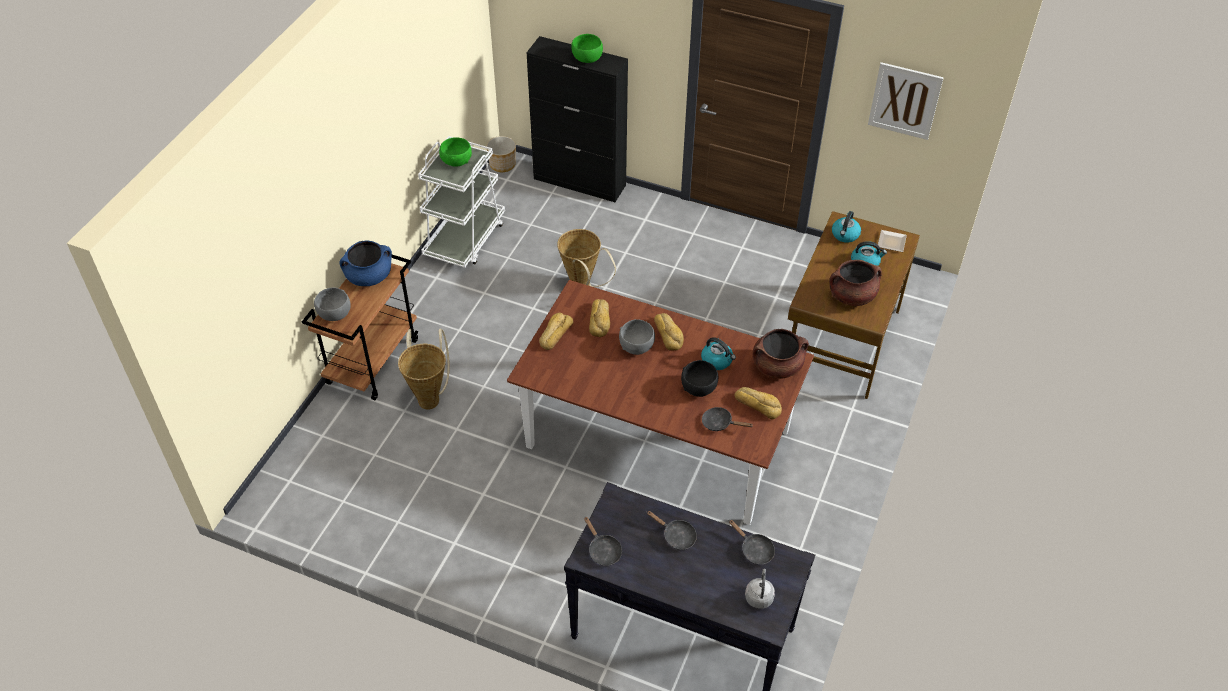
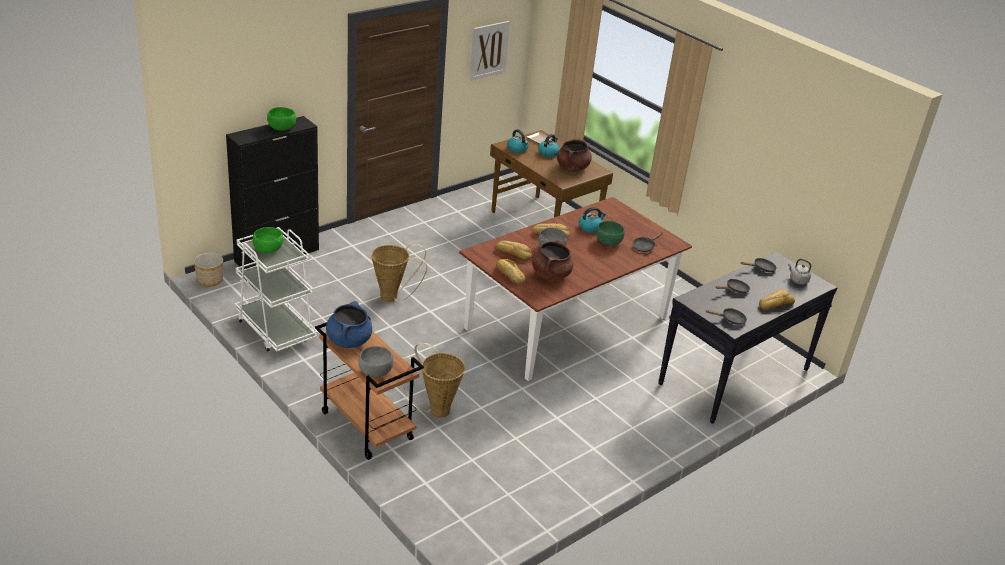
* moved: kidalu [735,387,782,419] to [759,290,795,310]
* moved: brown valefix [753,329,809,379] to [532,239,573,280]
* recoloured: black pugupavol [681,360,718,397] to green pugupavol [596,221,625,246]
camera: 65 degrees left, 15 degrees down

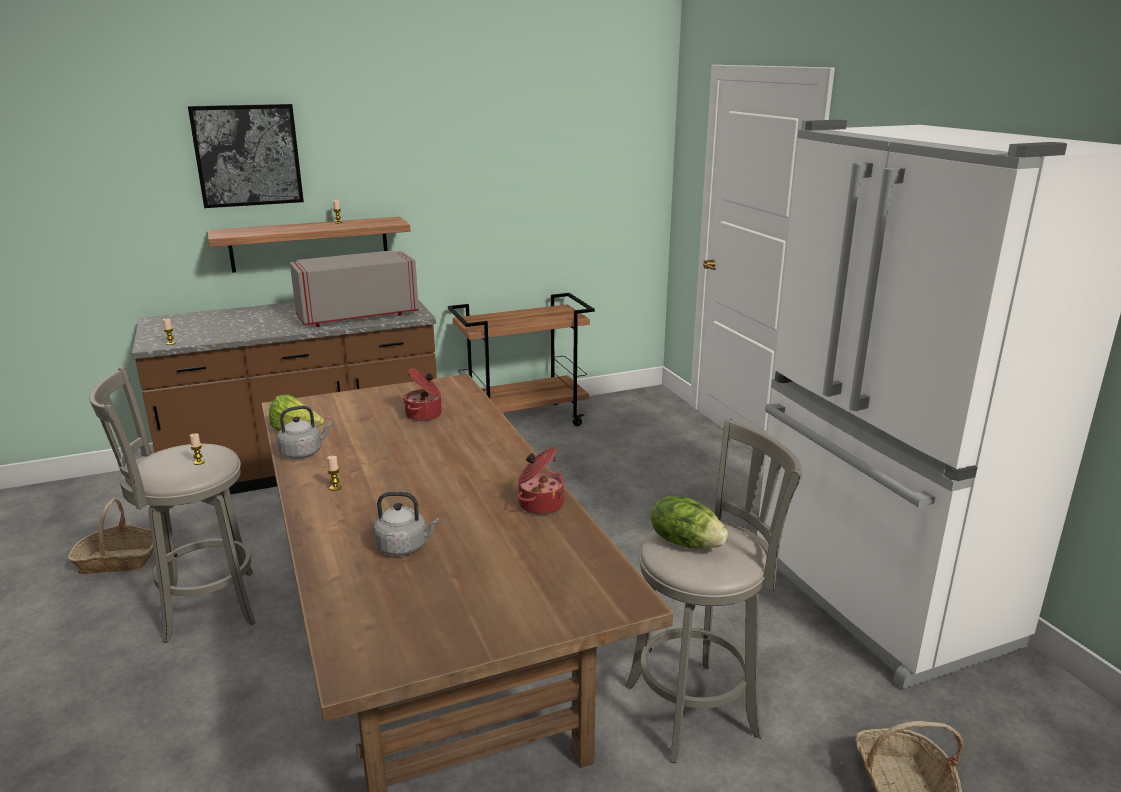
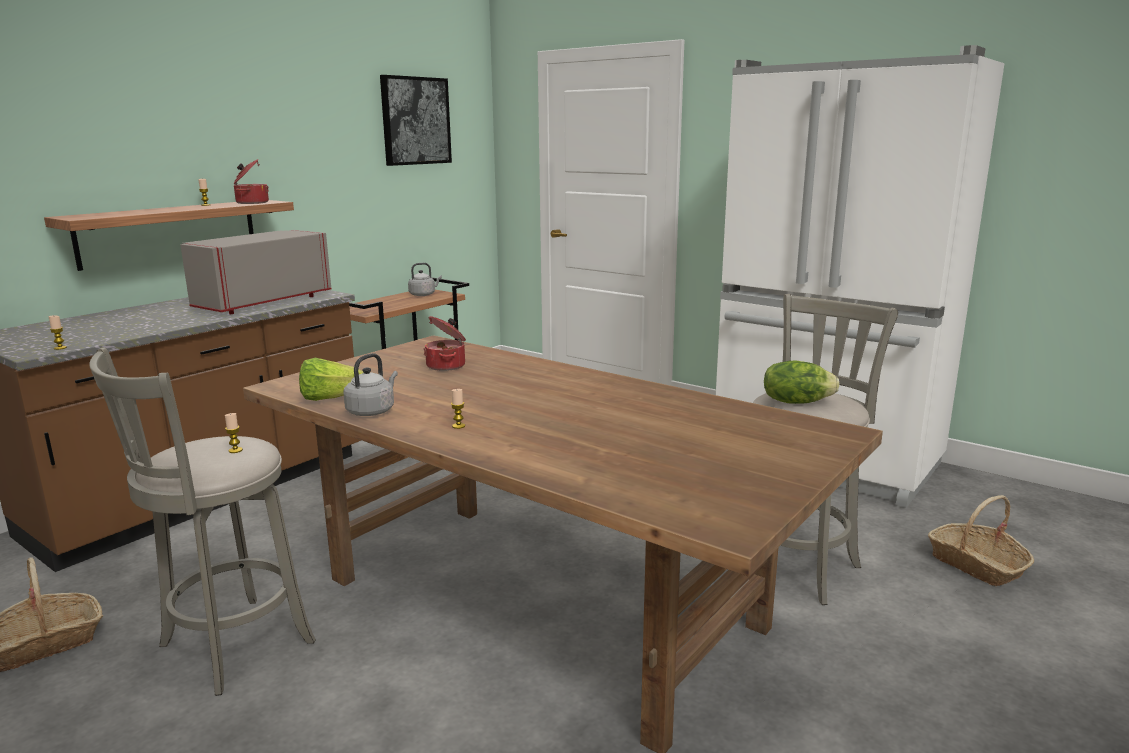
* moved: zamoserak [188,104,304,208] to [380,75,452,166]
* moved: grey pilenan [373,492,439,556] to [408,263,442,296]
* moved: valefix [517,447,564,515] to [233,159,269,204]
camera: 30 degrees left, 5 degrees down

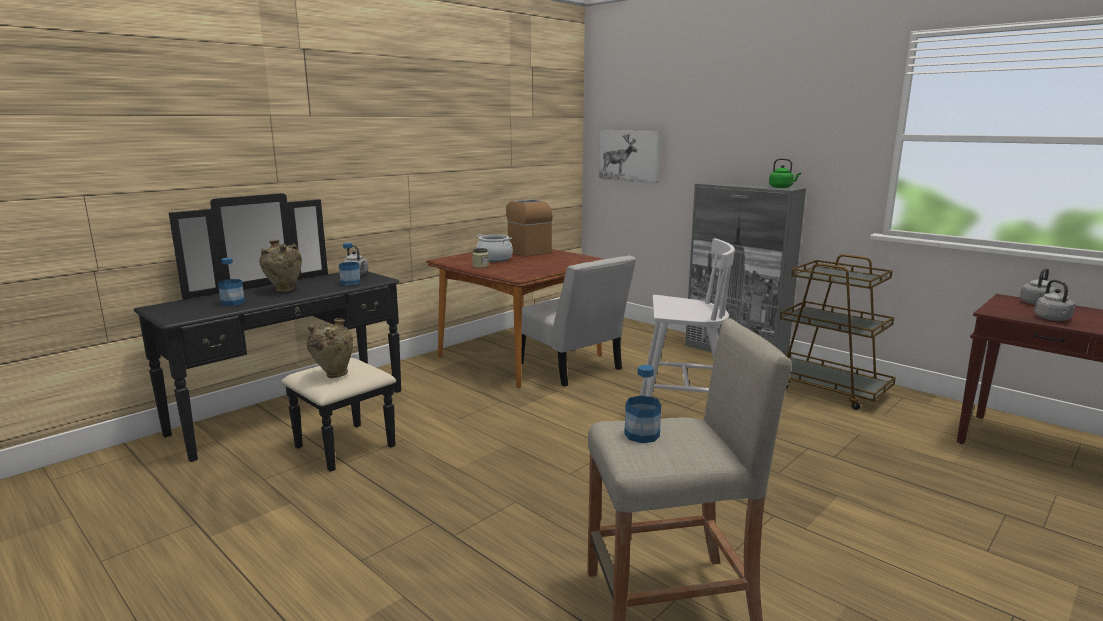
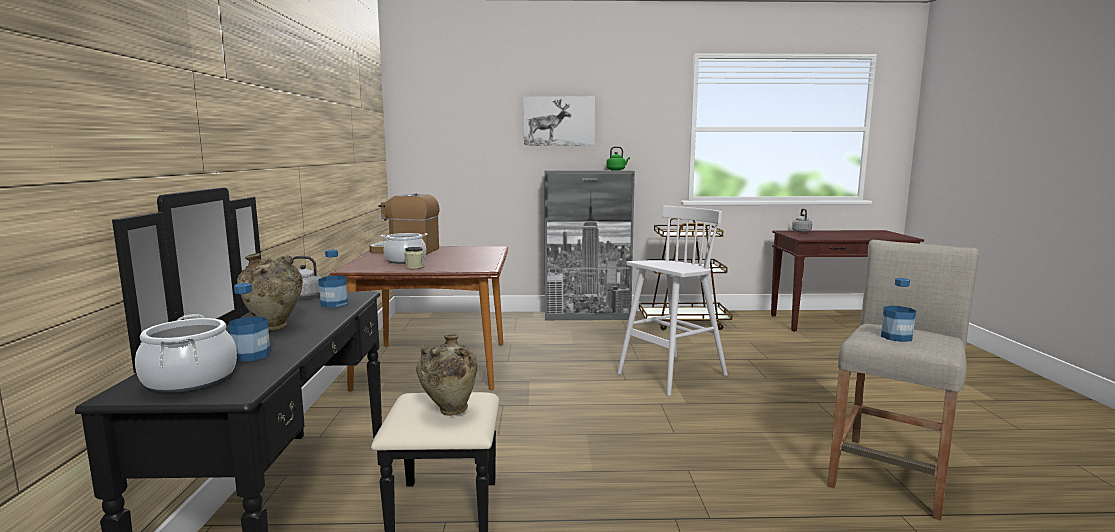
* removed: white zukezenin [521,255,636,387]
* removed: grey pilenan [1034,280,1076,321]
* added: valefix [135,314,237,393]
* moved: zamoserak [599,130,661,183] to [523,96,595,146]
camera: 45 degrees left, 5 degrees down

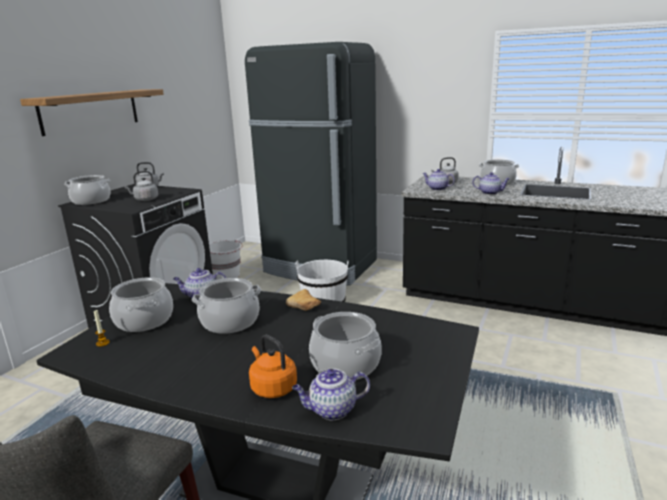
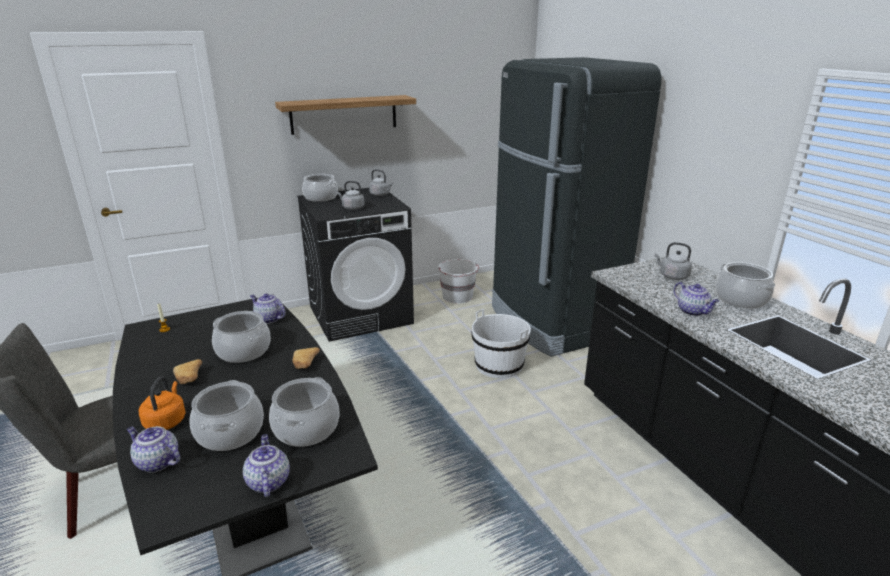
* added: kidalu [173,359,202,384]
* moved: valefix [109,277,173,332] to [269,377,340,447]
* moved: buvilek [423,169,455,191] to [243,434,290,497]
camera: 40 degrees right, 5 degrees up

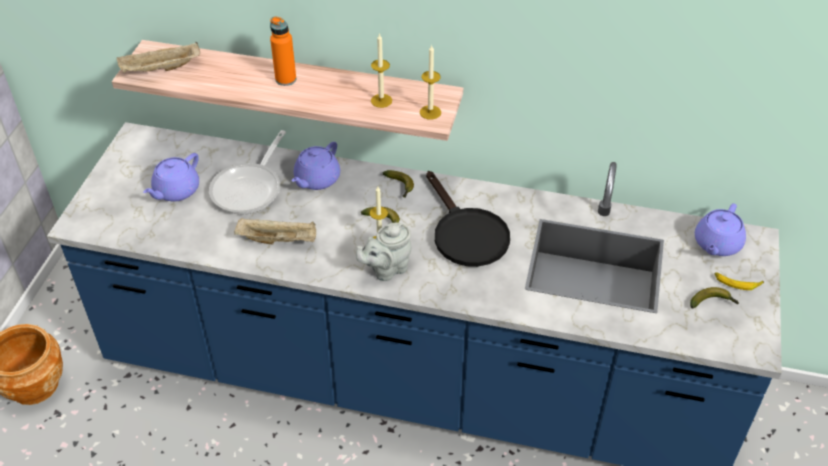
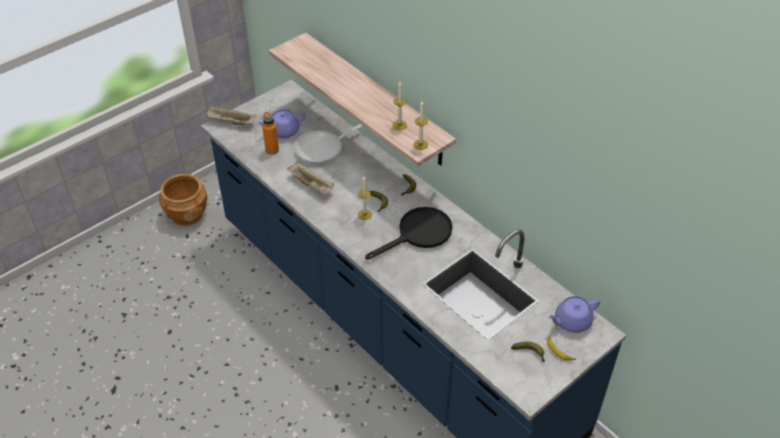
* removed: purple buvilek [292,142,340,190]
* removed: grey buvilek [356,223,411,281]
* moved: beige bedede [117,42,200,73] to [206,106,256,125]
* moved: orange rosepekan [270,16,296,86] to [262,112,279,154]
* turned: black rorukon [426,171,510,267] = [365,207,453,260] 135 degrees counterclockwise
camera: 35 degrees right, 0 degrees up

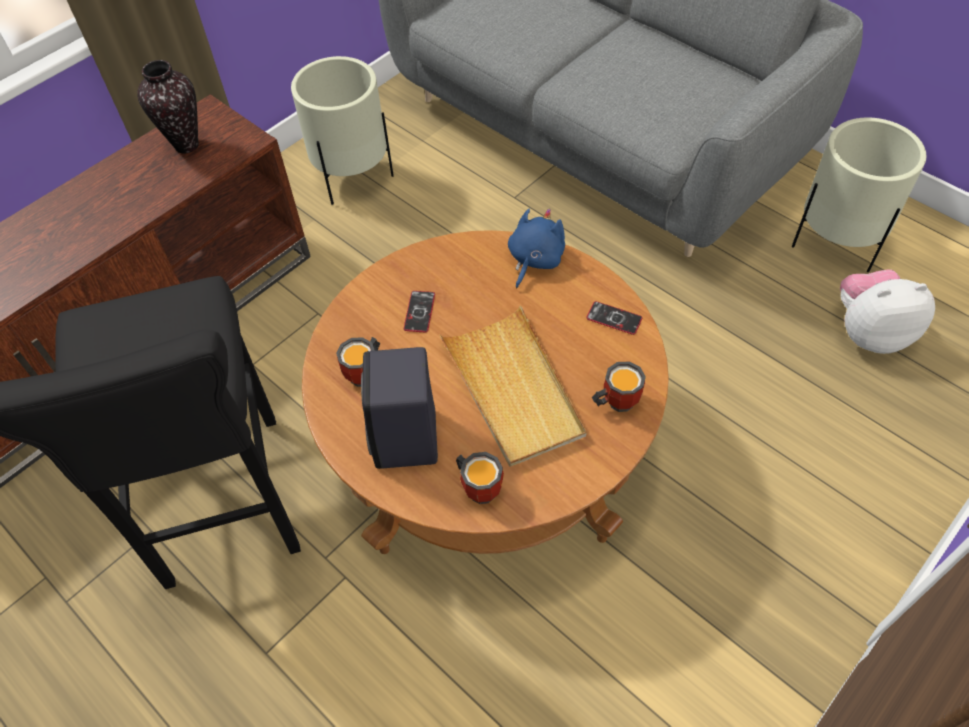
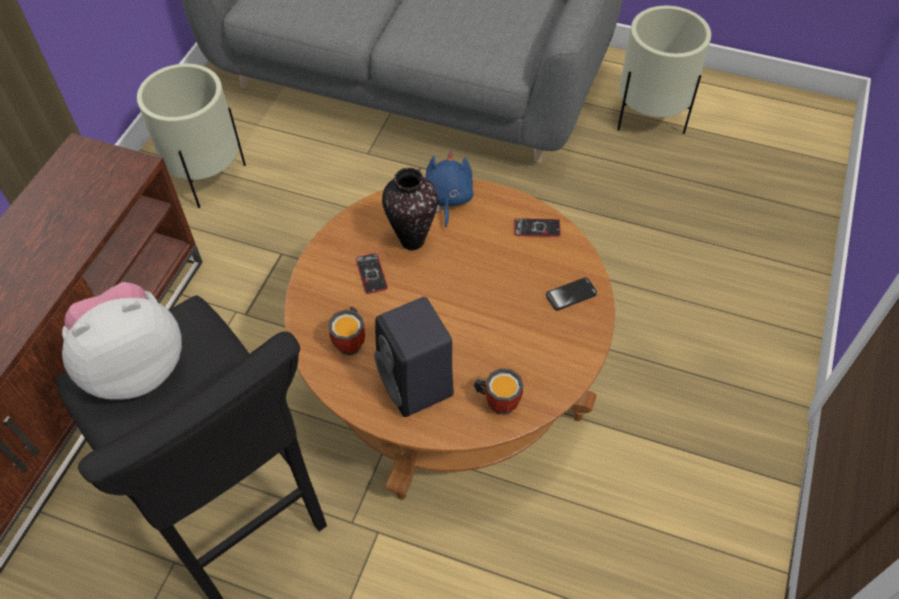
* removed: beige bedede [439,305,587,467]
* moved: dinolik [137,60,199,154] to [382,168,438,250]
* moved: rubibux [840,270,935,354] to [62,282,182,400]
* replaced: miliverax [592,361,646,412] to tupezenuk [546,278,597,310]
camera: 25 degrees left, 0 degrees up

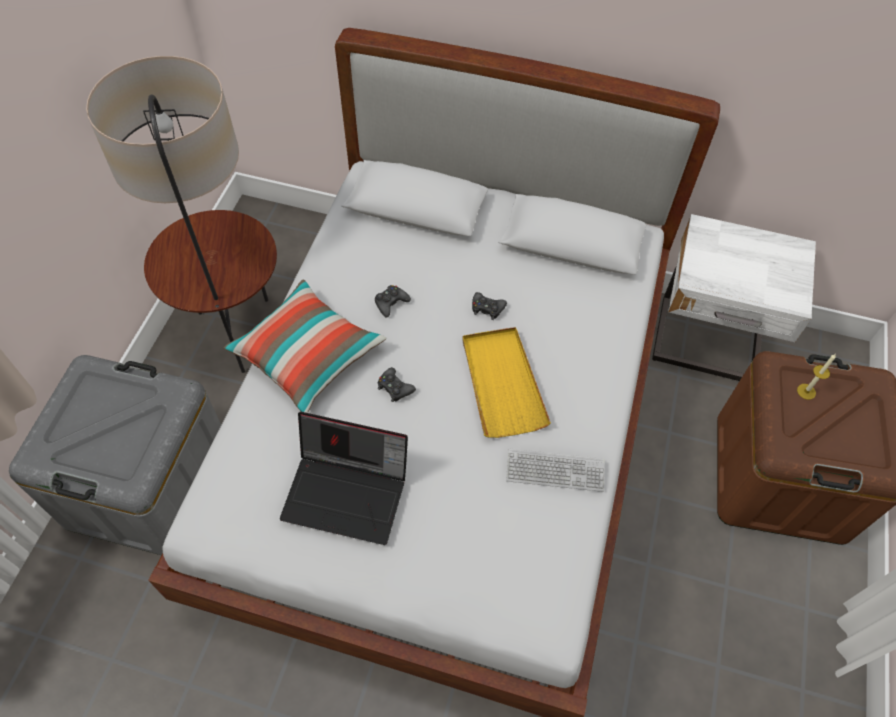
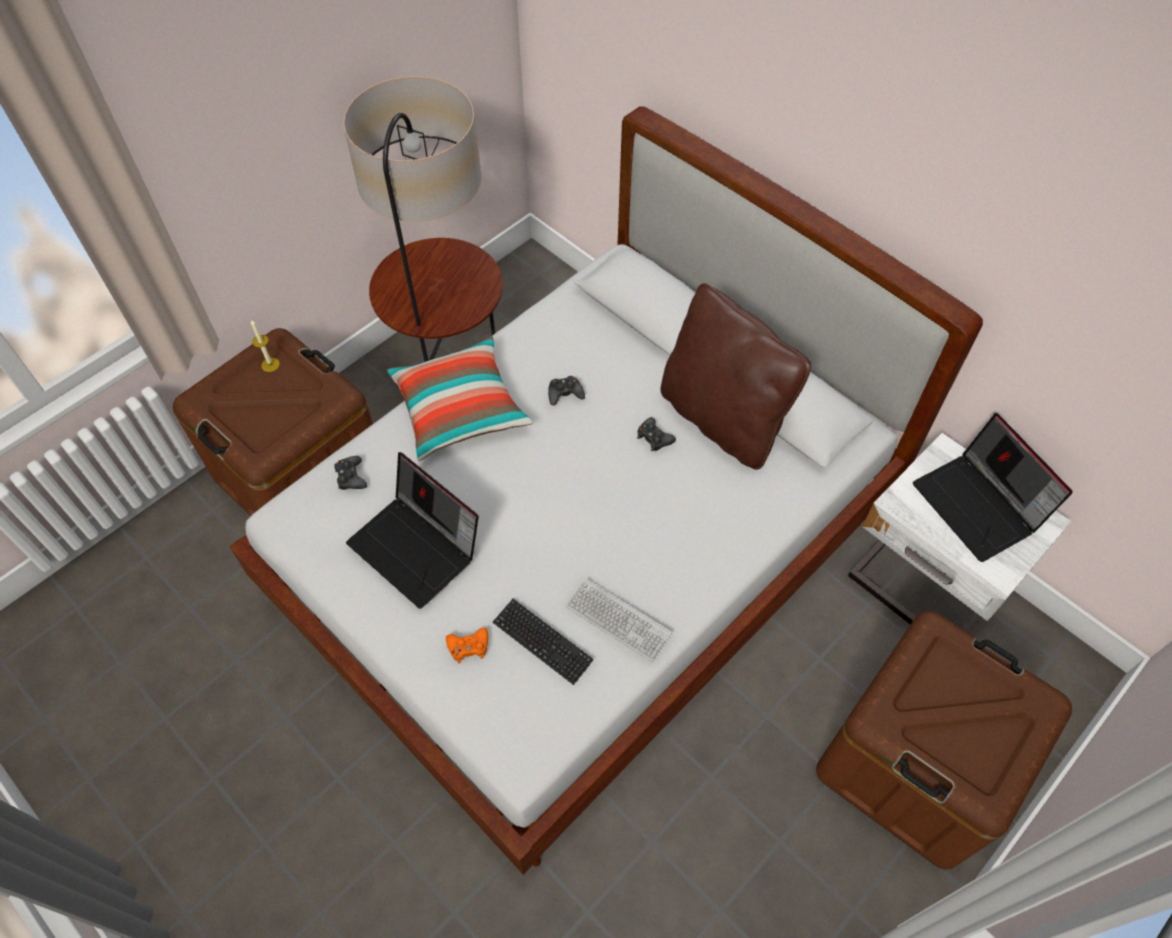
* removed: yellow bedede [462,327,551,438]
* added: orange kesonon [446,628,488,663]
* added: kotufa [493,599,594,685]
* added: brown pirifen [660,283,811,470]
* added: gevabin [913,413,1072,562]
* moved: black kesonon [378,367,416,402] to [334,456,367,490]
* moved: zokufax [797,354,836,400] to [251,319,280,372]
* recoloured: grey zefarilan [9,355,221,555] to brown zefarilan [173,328,373,516]
camera: 30 degrees right, 0 degrees up

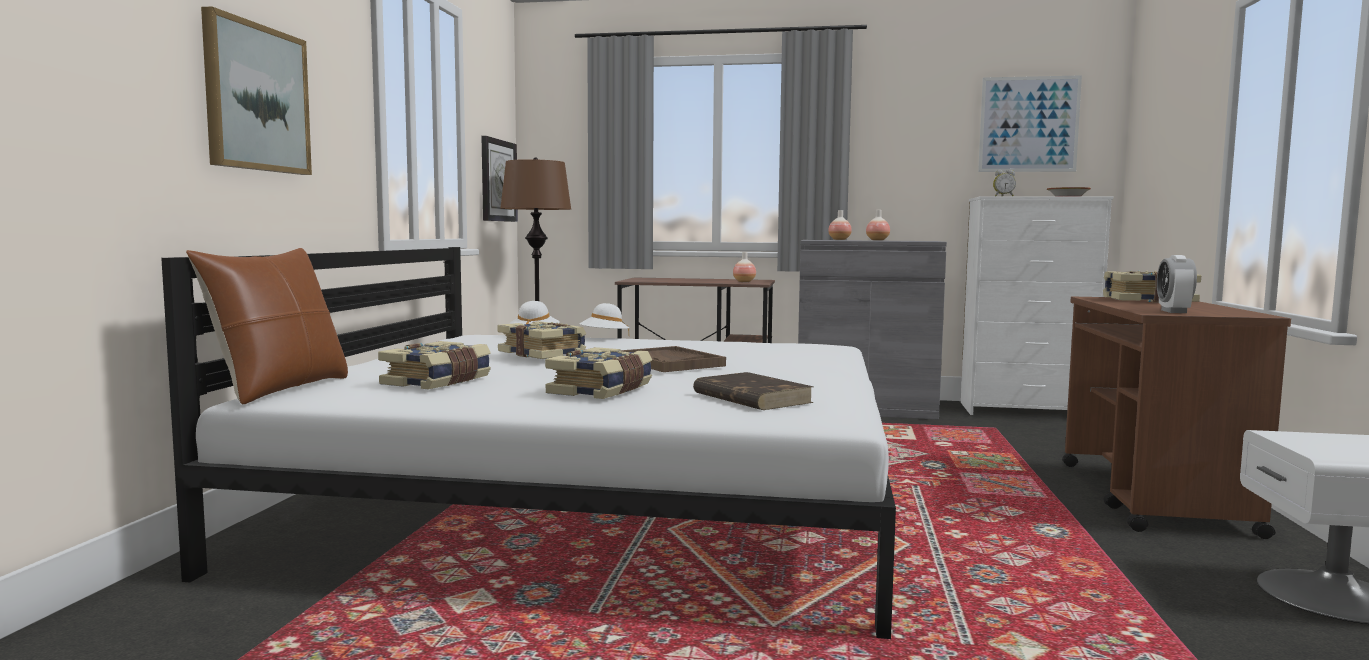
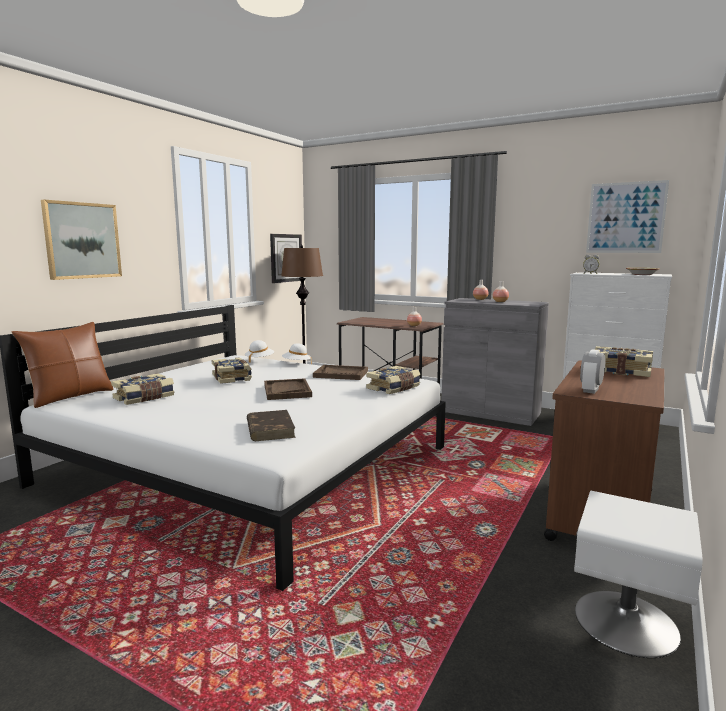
* added: brown bedede [313,365,368,380]
* moved: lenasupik [545,347,652,399] to [366,366,421,394]
camera: 20 degrees right, 5 degrees up

